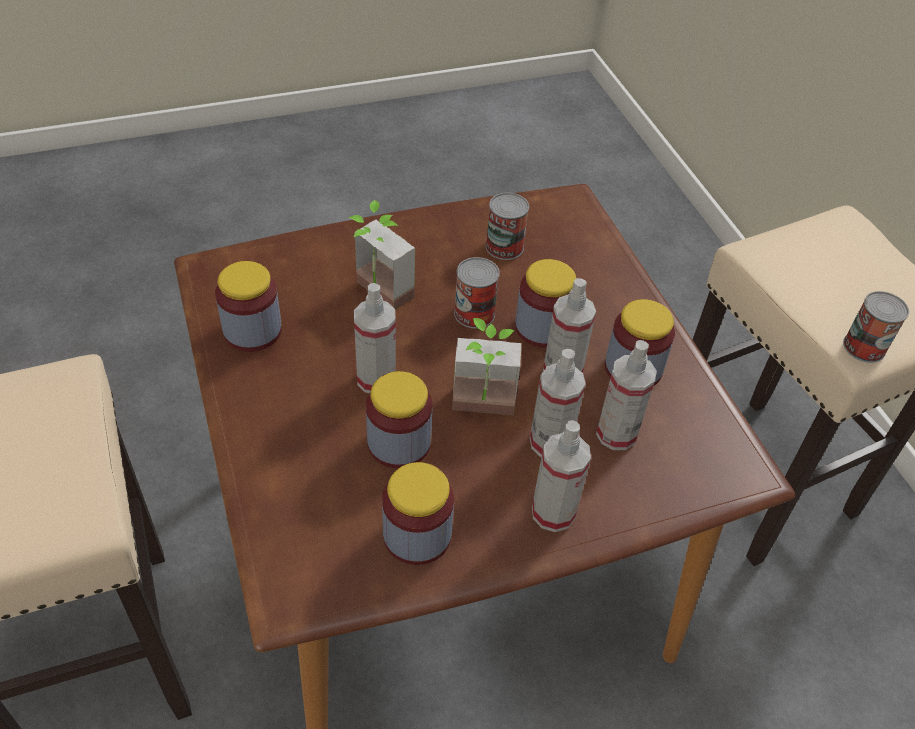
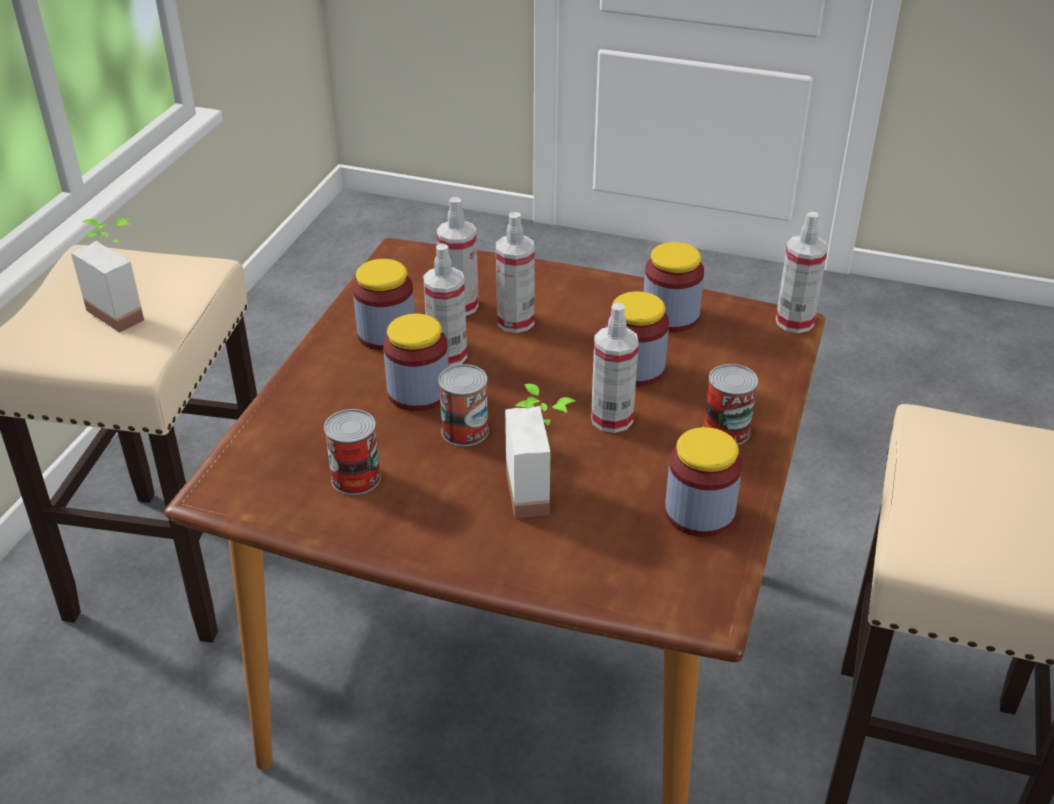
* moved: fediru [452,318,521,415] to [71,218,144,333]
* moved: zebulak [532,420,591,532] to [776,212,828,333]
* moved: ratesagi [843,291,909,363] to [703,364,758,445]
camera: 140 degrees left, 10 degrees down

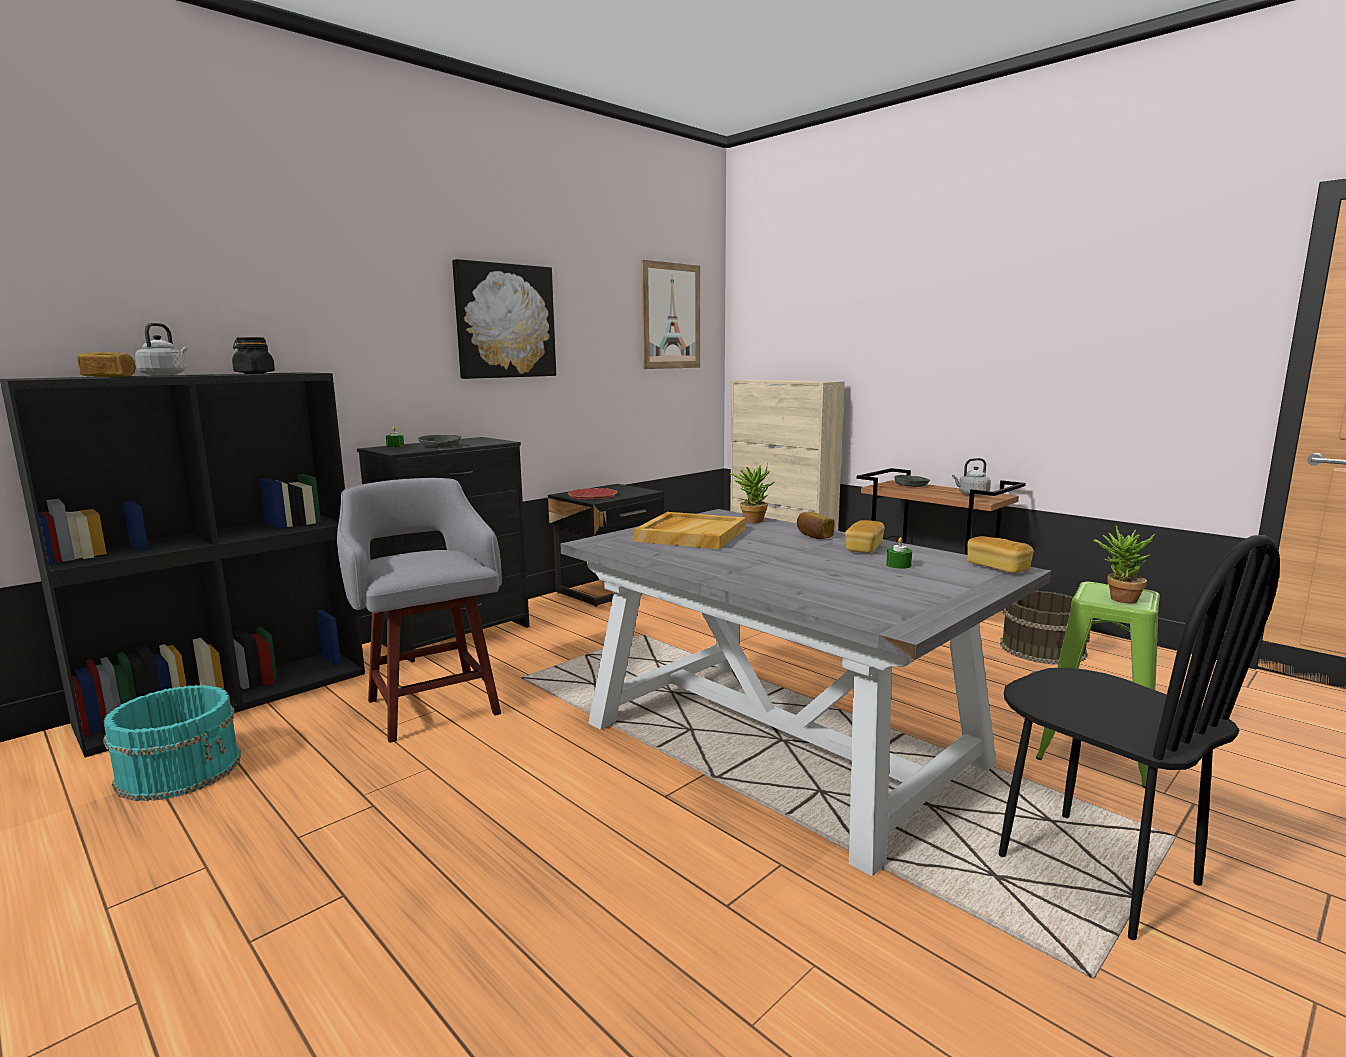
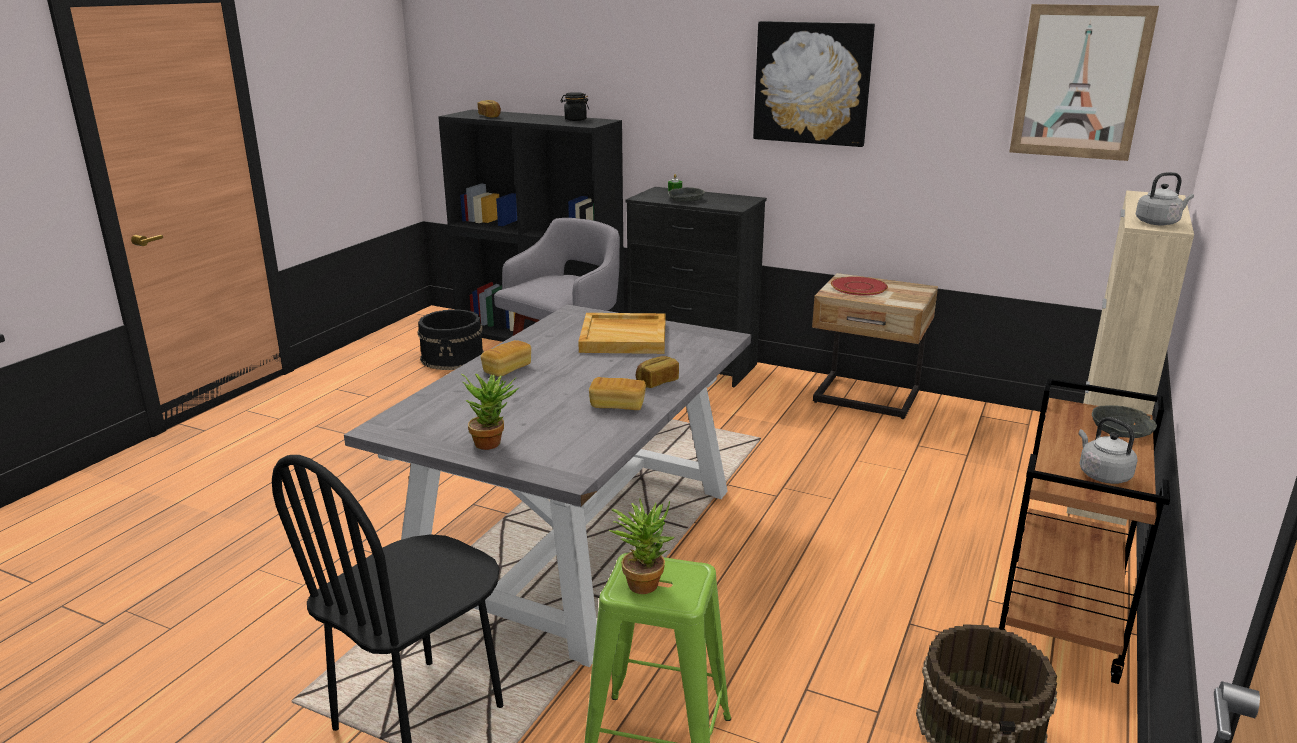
* removed: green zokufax [886,537,912,569]
* moved: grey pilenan [135,323,187,376] to [1136,172,1194,225]
* moved: fediru [730,463,774,523] to [461,373,519,450]
* moved: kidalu [967,536,1034,573] to [481,340,531,377]
* recoloured: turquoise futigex [103,685,241,801] to black futigex [417,309,484,370]
* recoloured: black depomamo [548,484,664,607] to beige depomamo [812,273,938,419]
camera: 70 degrees right, 10 degrees up

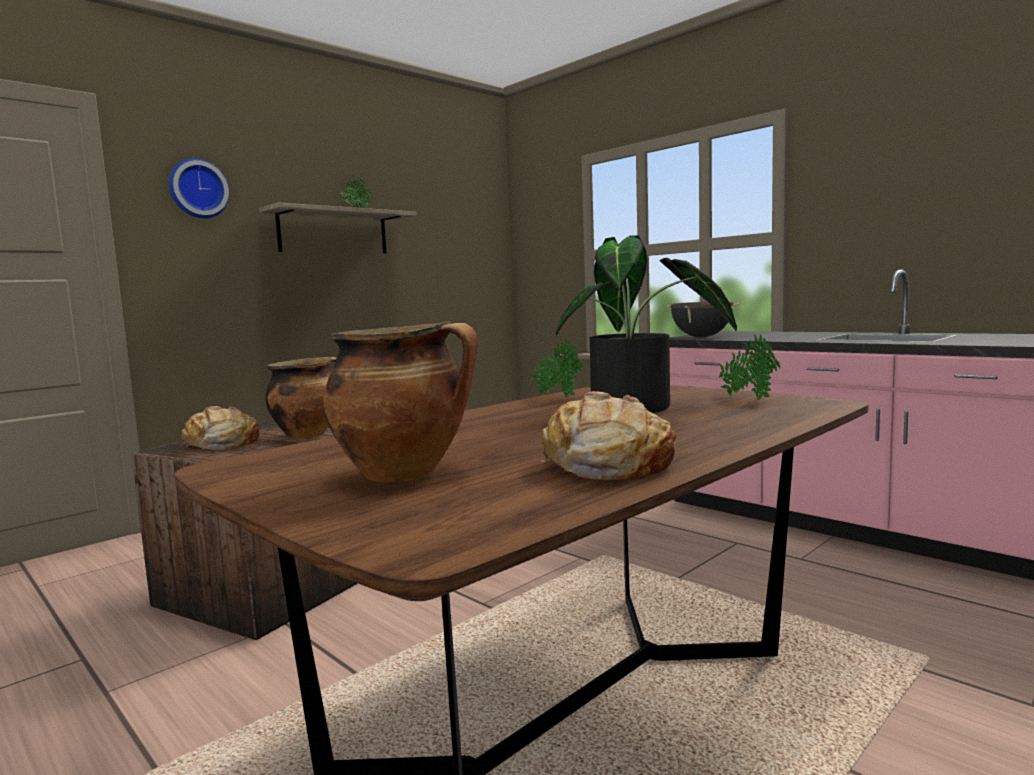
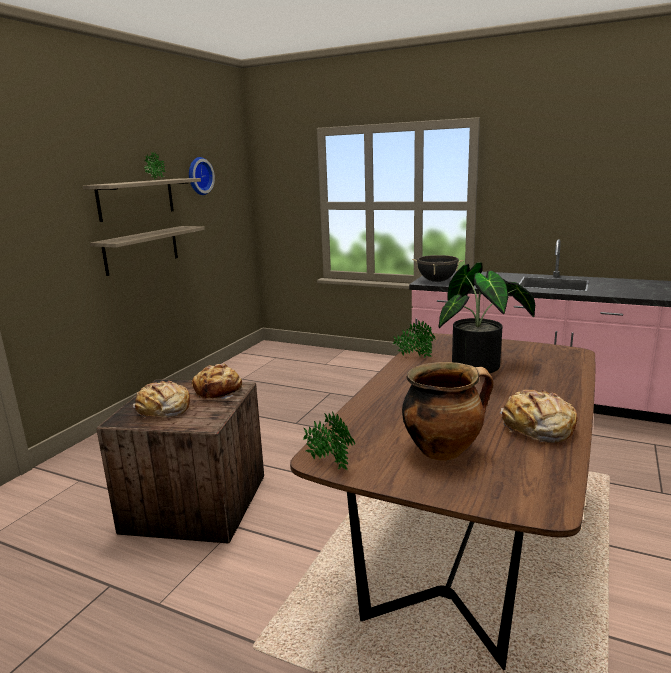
* added: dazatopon [90,226,205,276]
* moved: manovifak [169,158,230,218] to [189,157,215,195]
* moved: fediru [718,334,780,400] to [303,412,355,470]
* replaced: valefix [266,357,337,439] to kidalu [192,364,242,399]
camera: 20 degrees left, 10 degrees up

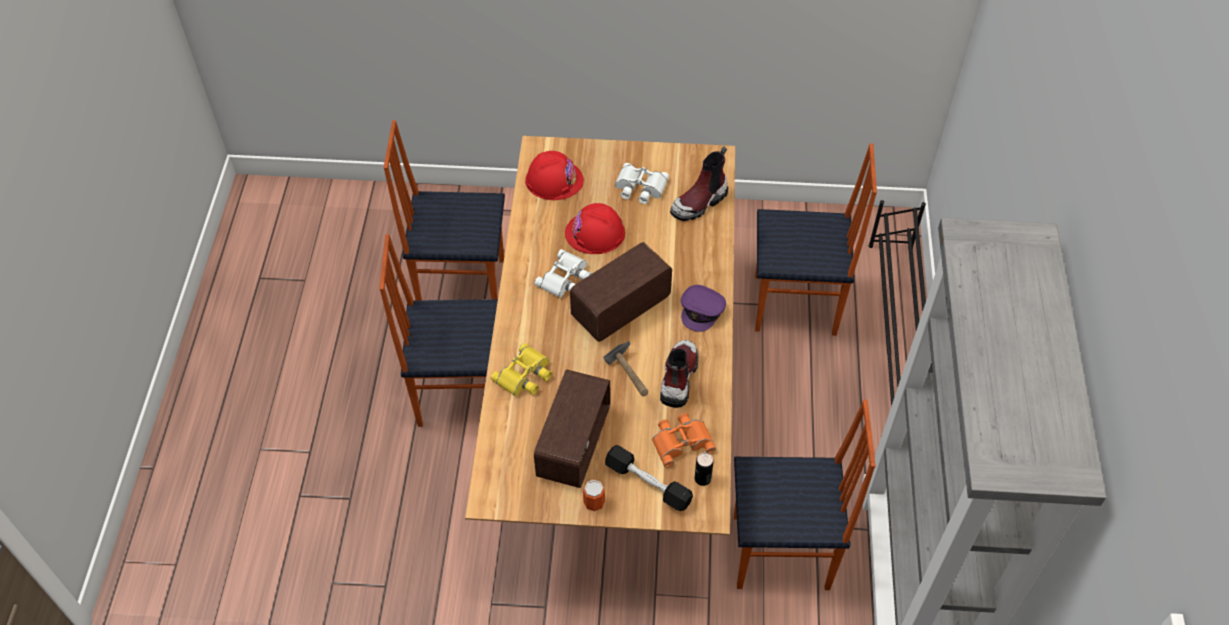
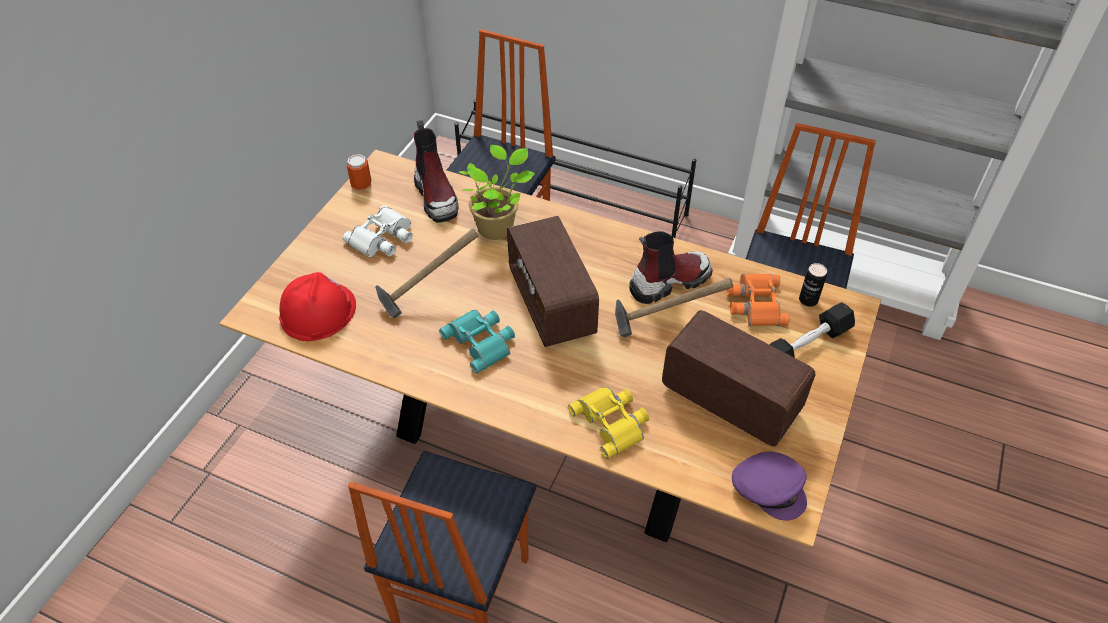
* removed: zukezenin [384,120,505,301]
* added: fediru [458,145,535,240]
* moved: ratesagi [583,480,605,511] to [347,154,371,190]
* moved: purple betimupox [681,285,726,332] to [732,452,807,521]
* replaced: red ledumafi [565,203,625,254] to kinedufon [375,229,478,318]
* recoloured: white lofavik [534,249,592,298] to turquoise lofavik [439,310,515,373]
* turned: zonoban [660,340,698,408] = [629,231,713,304] 120 degrees clockwise
camera: 70 degrees left, 5 degrees down

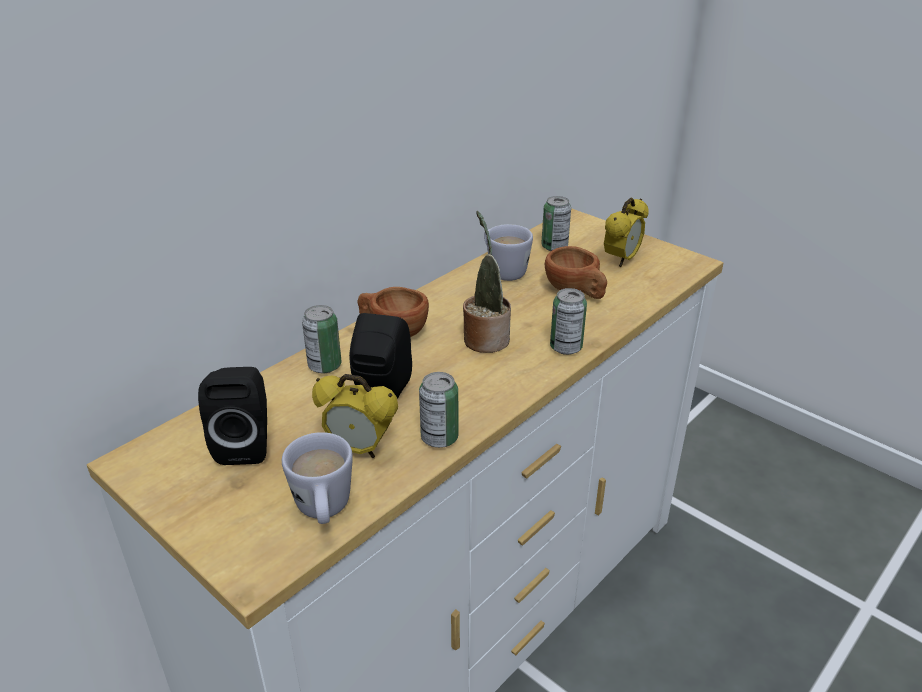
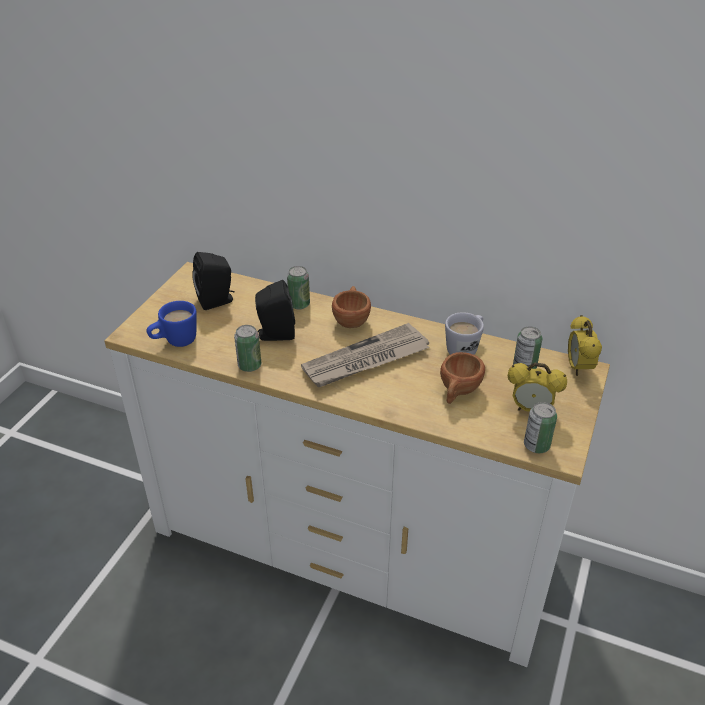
* moved: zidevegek [312,374,398,458] to [568,315,602,376]
* moved: ratesagi [550,288,587,355] to [524,402,557,453]
* replaced: fediru [463,211,511,353] to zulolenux [301,323,430,387]
* recoloured: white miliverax [282,432,353,524] to blue miliverax [147,301,197,347]
camera: 70 degrees right, 5 degrees up

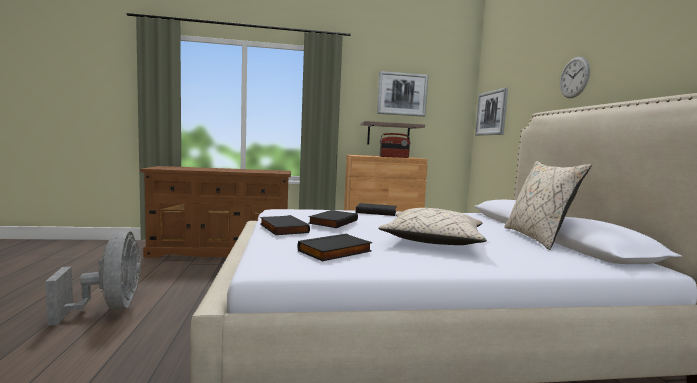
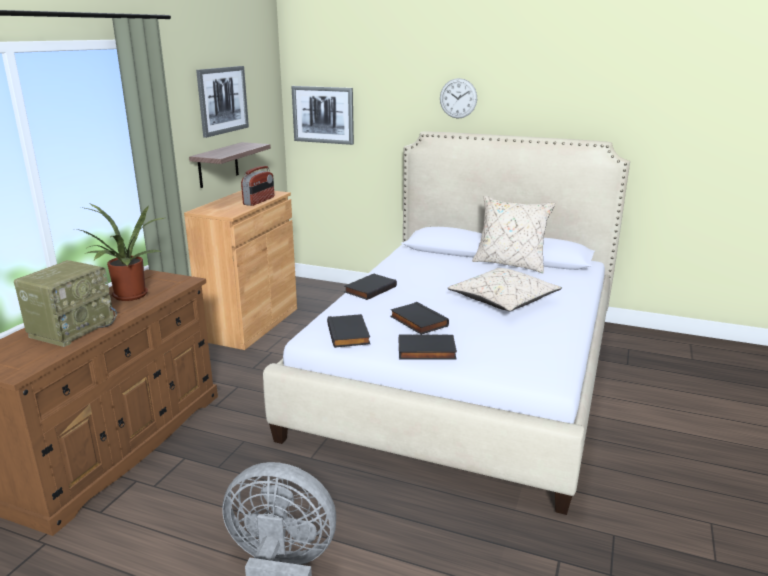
* added: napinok [14,260,117,347]
* added: fediru [72,203,164,301]
* moved: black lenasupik [298,233,372,261] to [327,314,370,348]
camera: 60 degrees left, 15 degrees up

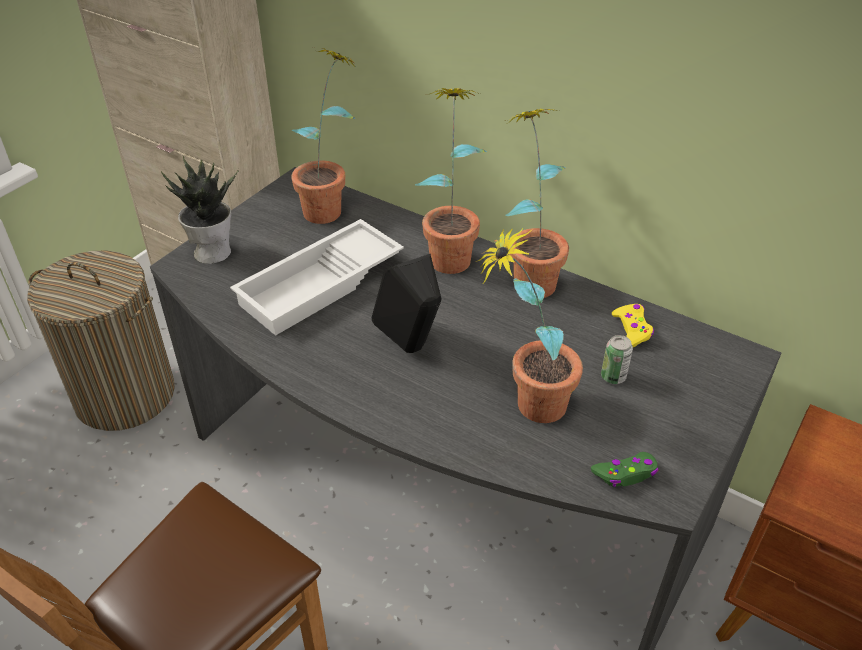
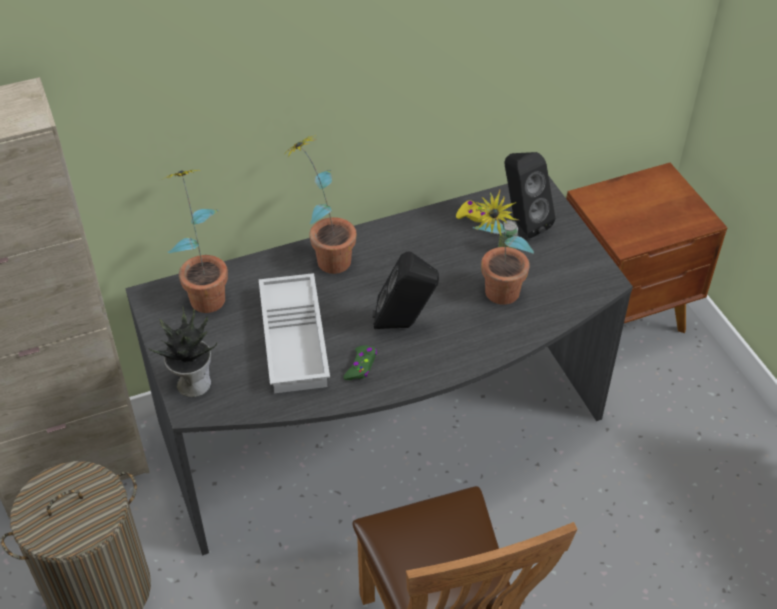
* removed: fediru [505,109,569,298]
* added: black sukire [504,152,555,238]
* moved: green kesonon [591,452,659,487] to [344,345,377,380]
camera: 55 degrees left, 5 degrees up

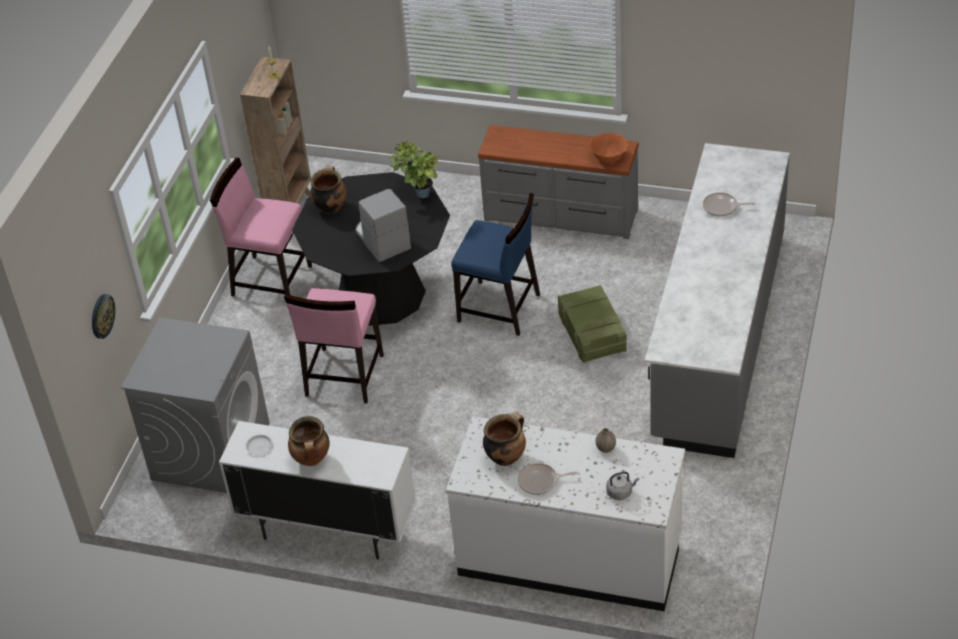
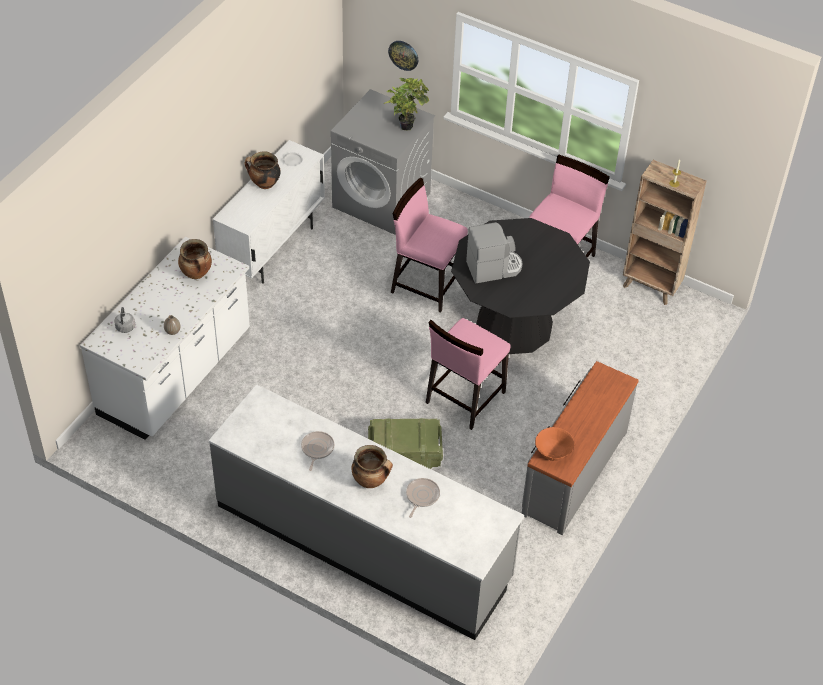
* moved: valefix [310,166,347,214] to [351,445,393,488]
* moved: fediru [389,140,439,198] to [384,78,429,130]
* moved: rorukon [518,463,577,495] to [301,431,335,471]
* recoloured: blue zukezenin [451,193,540,336] to pink zukezenin [426,318,511,430]
camera: 100 degrees right, 5 degrees up

